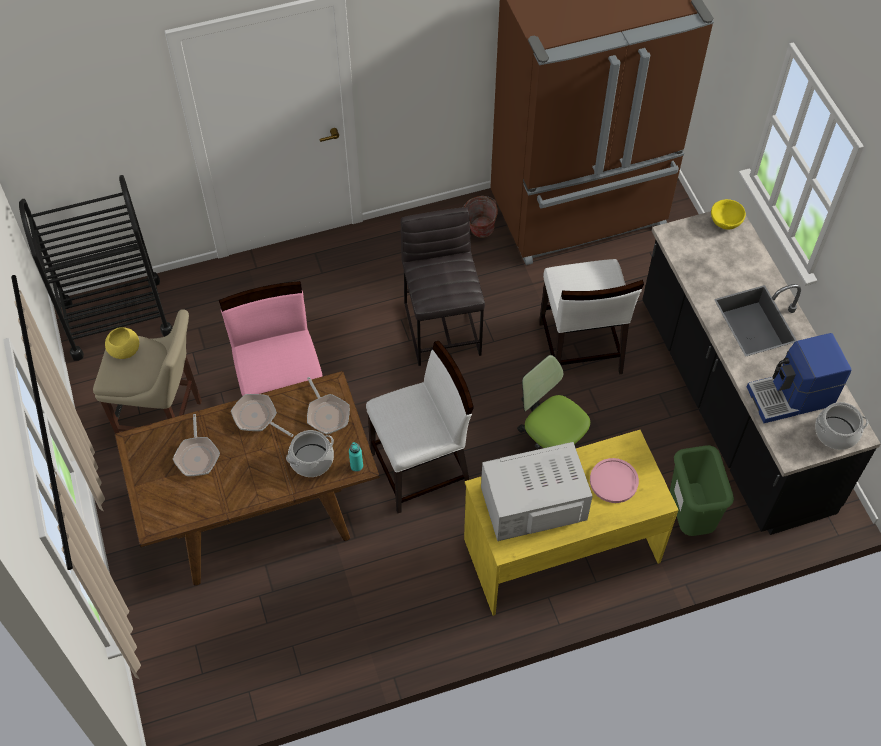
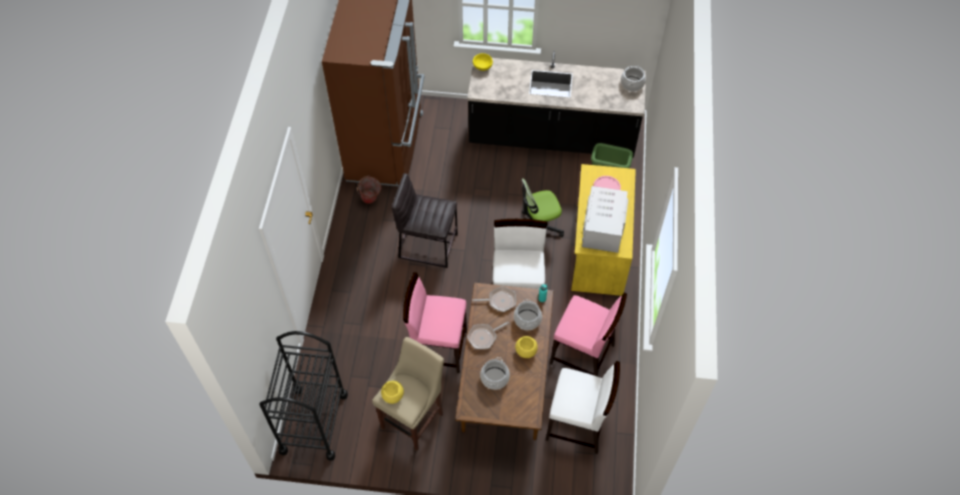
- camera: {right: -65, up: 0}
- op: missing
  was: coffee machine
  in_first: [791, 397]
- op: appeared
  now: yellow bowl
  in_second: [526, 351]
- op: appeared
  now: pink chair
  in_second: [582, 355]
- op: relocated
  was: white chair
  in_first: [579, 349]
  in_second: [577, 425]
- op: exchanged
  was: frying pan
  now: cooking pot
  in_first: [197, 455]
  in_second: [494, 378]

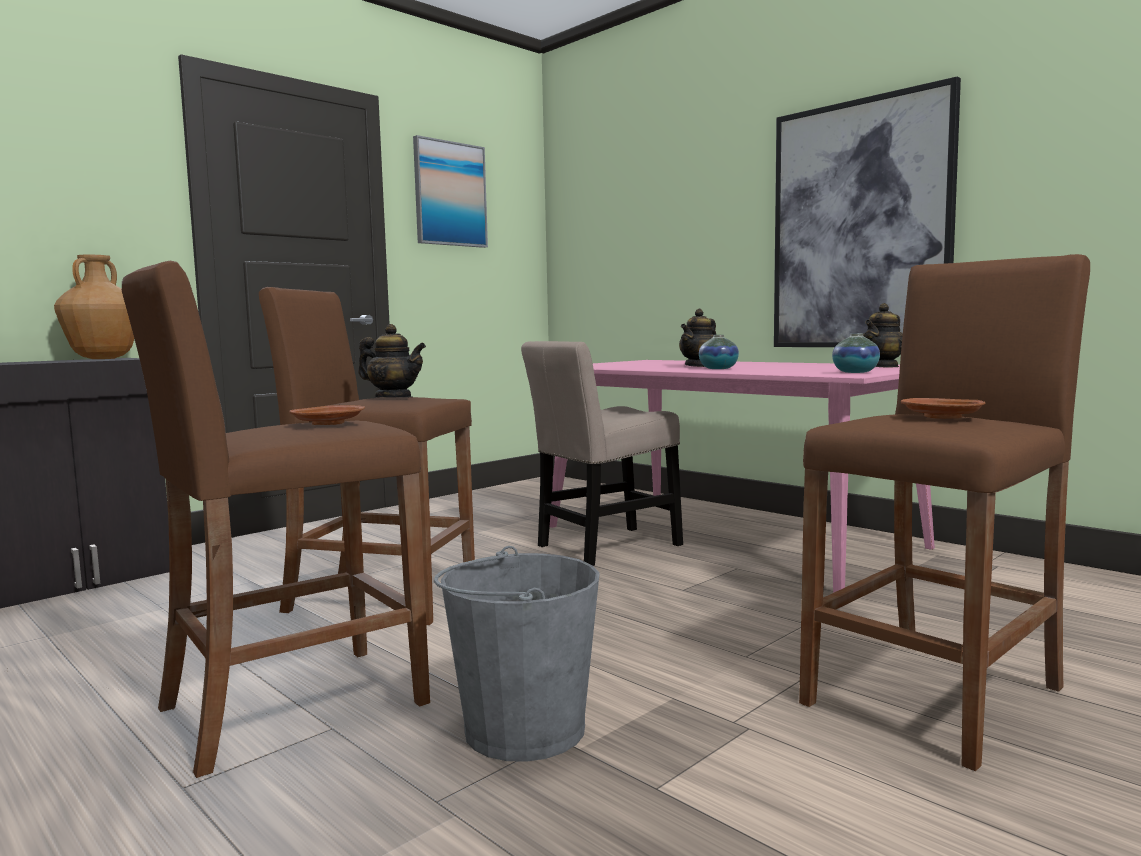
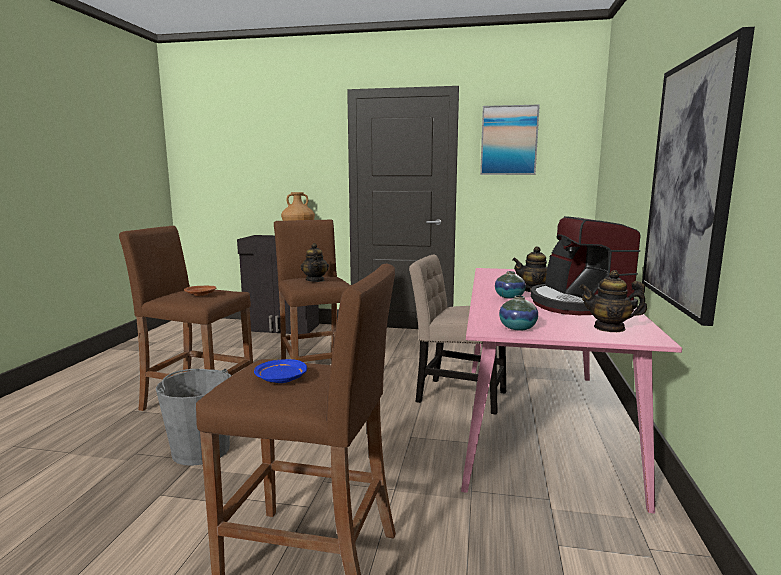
- camera: {right: 55, up: 5}
- op: appeared
  now: coffee machine
  in_second: [577, 304]
- op: colour
  was: brown plate
  now: blue plate
  in_first: [943, 418]
  in_second: [281, 379]

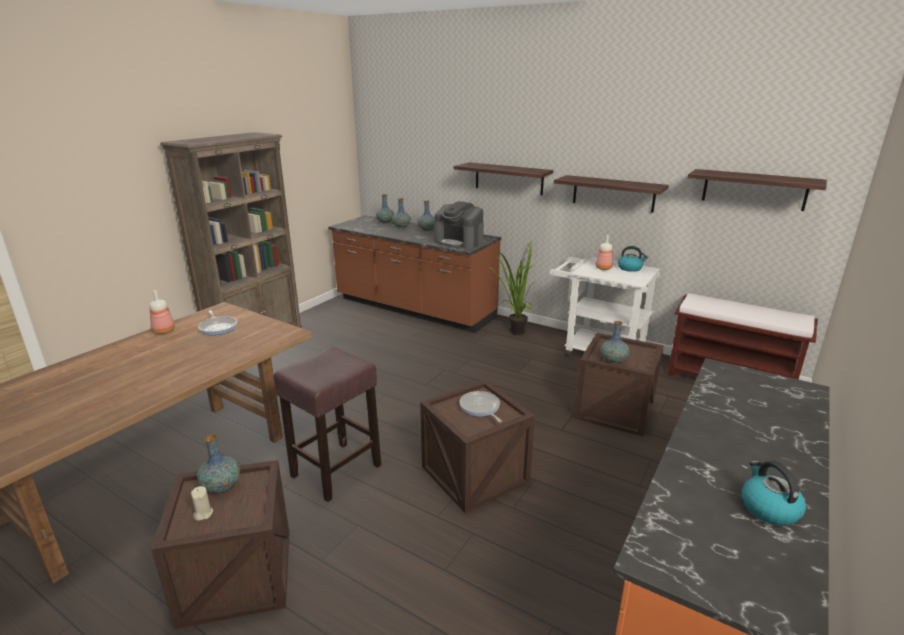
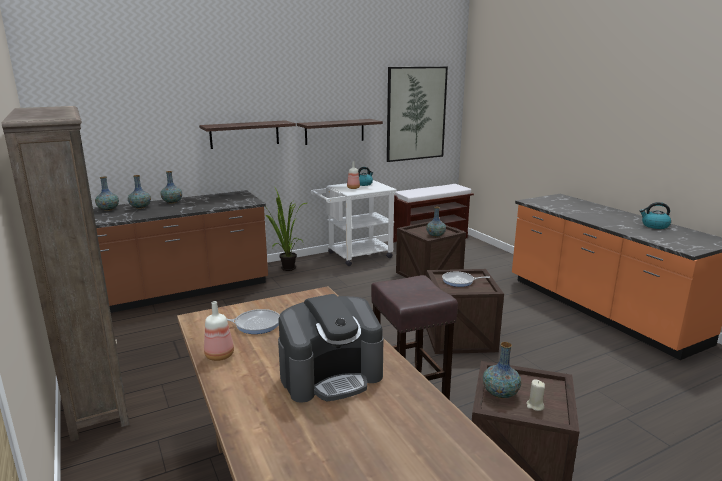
- camera: {right: -60, up: -5}
- op: relocated
  was: coffee machine
  in_first: [459, 242]
  in_second: [331, 376]
- op: exchanged
  was: shelf
  now: picture
  in_first: [754, 189]
  in_second: [416, 114]

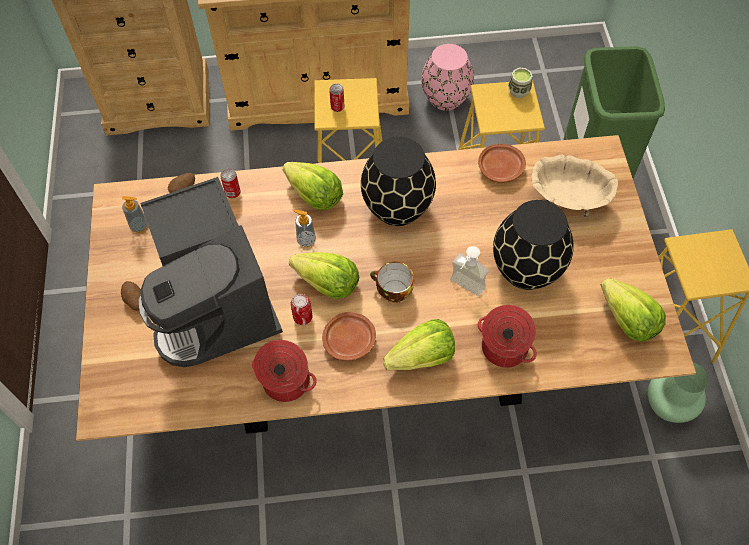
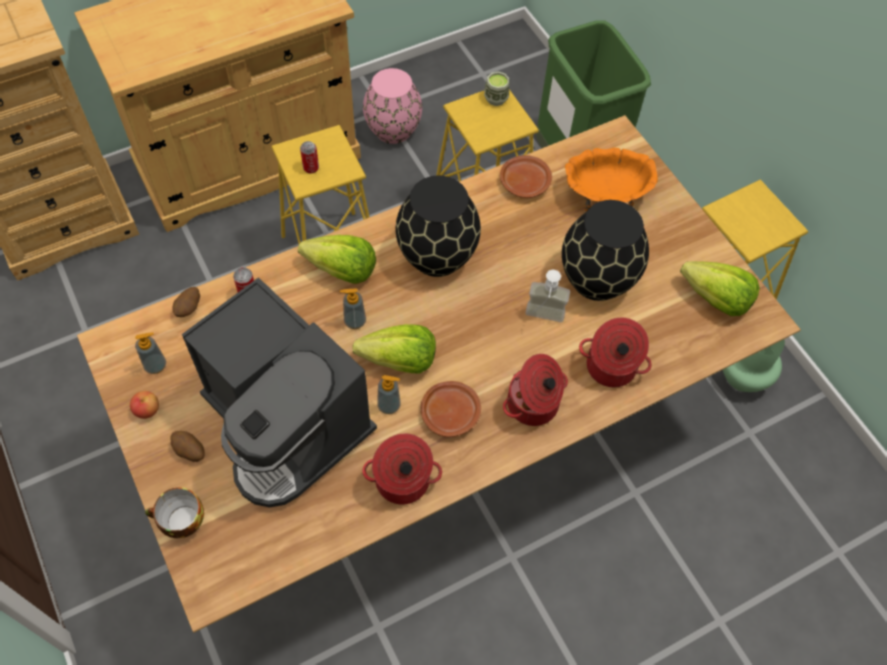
- camera: {right: -25, up: 0}
- op: appeared
  now: apple
  in_second: [147, 410]
- op: relocated
  was: cup
  in_first: [392, 291]
  in_second: [181, 523]
- op: exchanged
  was: can
  now: soap dispenser
  in_first: [302, 317]
  in_second: [389, 405]
- op: exchanged
  was: lettuce
  now: cooking pot
  in_first: [422, 357]
  in_second: [533, 405]
- op: colour
  was: beige bowl
  now: orange bowl
  in_first: [568, 198]
  in_second: [606, 194]

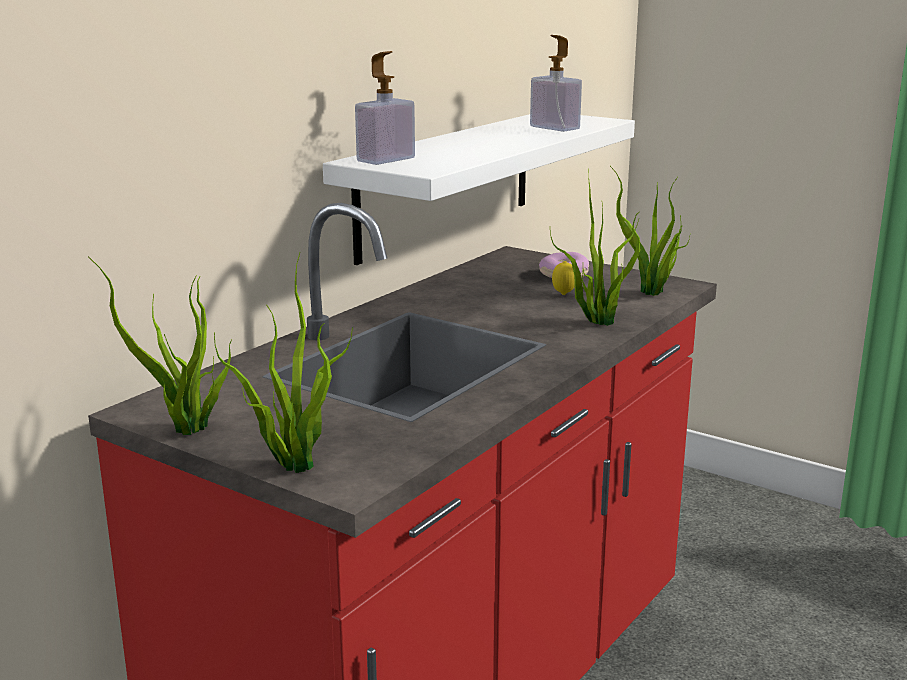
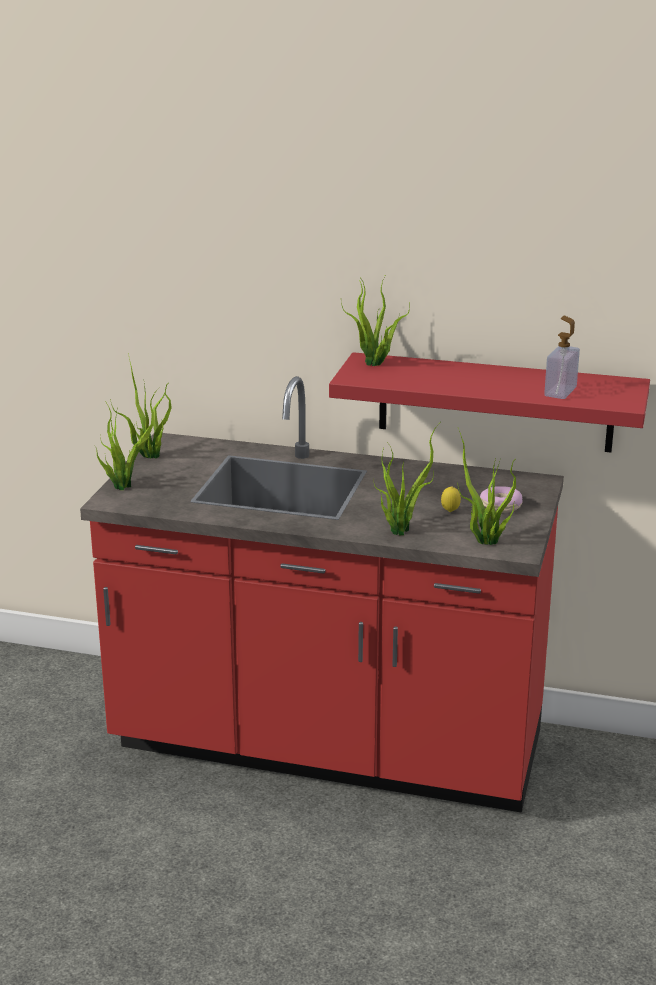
- camera: {right: 70, up: 5}
- op: exchanged
  was: soap dispenser
  now: potted plant
  in_first: [386, 160]
  in_second: [374, 364]
- op: colour
  was: white shelf
  now: red shelf
  in_first: [446, 183]
  in_second: [495, 402]

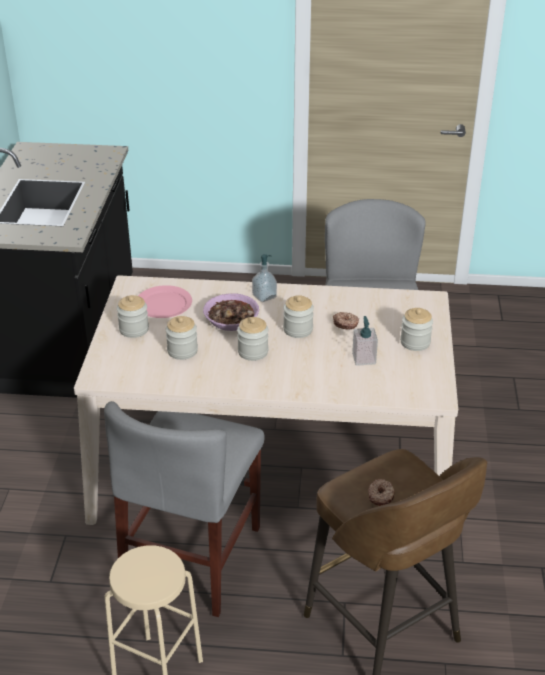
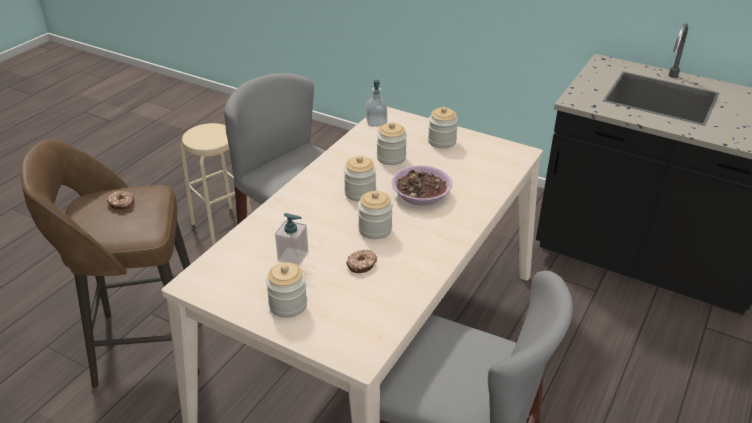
- camera: {right: 115, up: 0}
- op: missing
  was: pink plate
  in_first: [163, 304]
- op: relocated
  was: soap dispenser
  in_first: [264, 296]
  in_second: [376, 122]

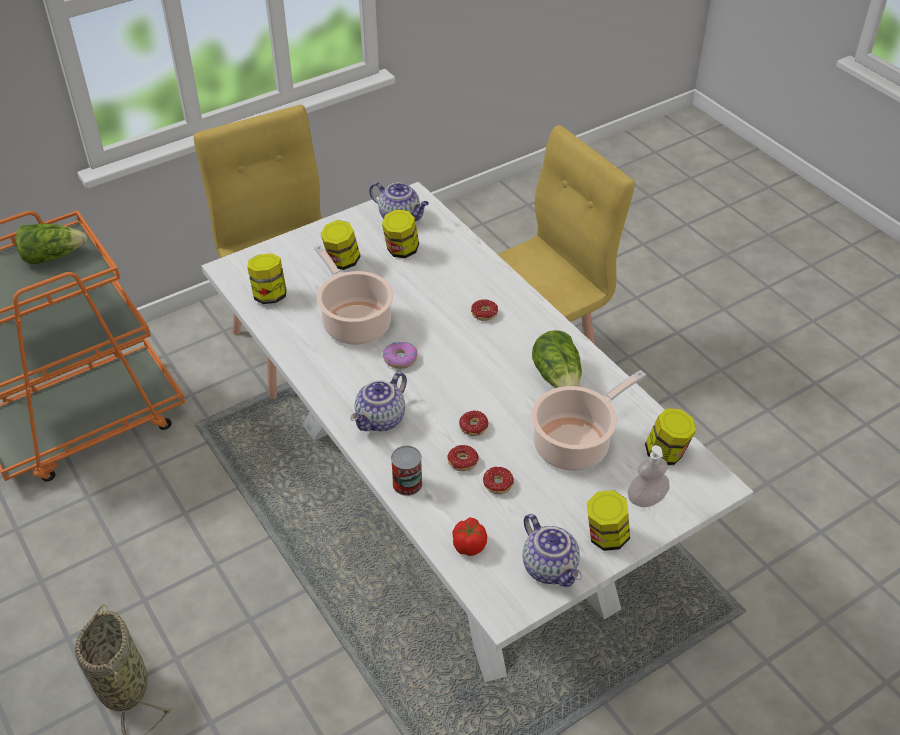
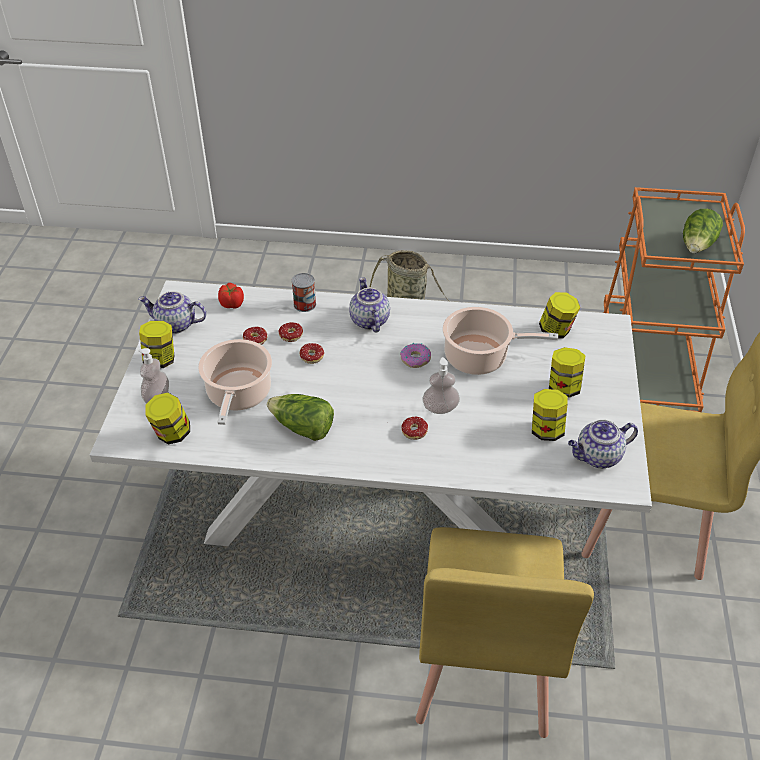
- camera: {right: 130, up: 0}
- op: appeared
  now: soap dispenser
  in_second: [440, 408]

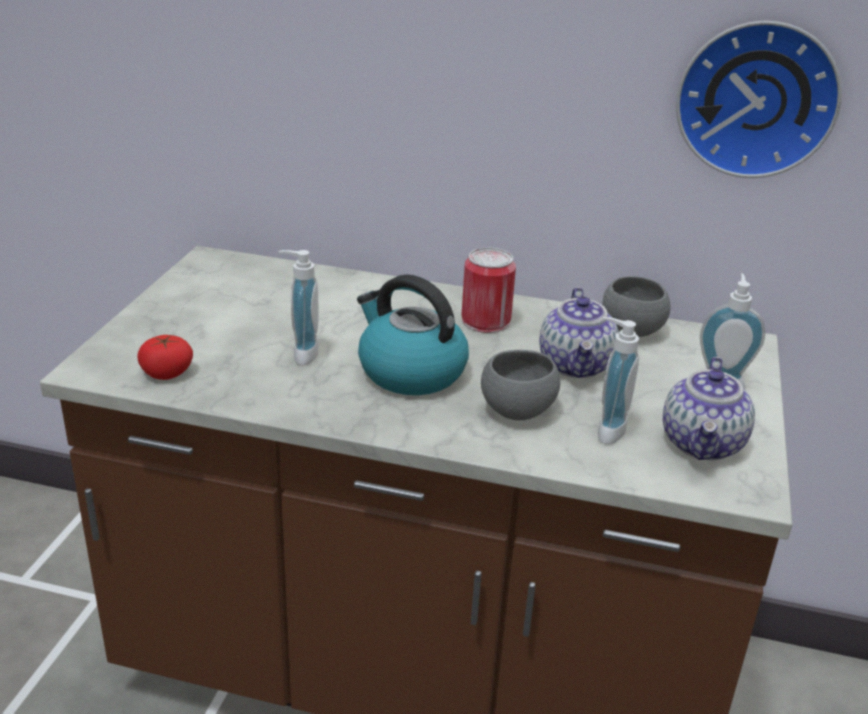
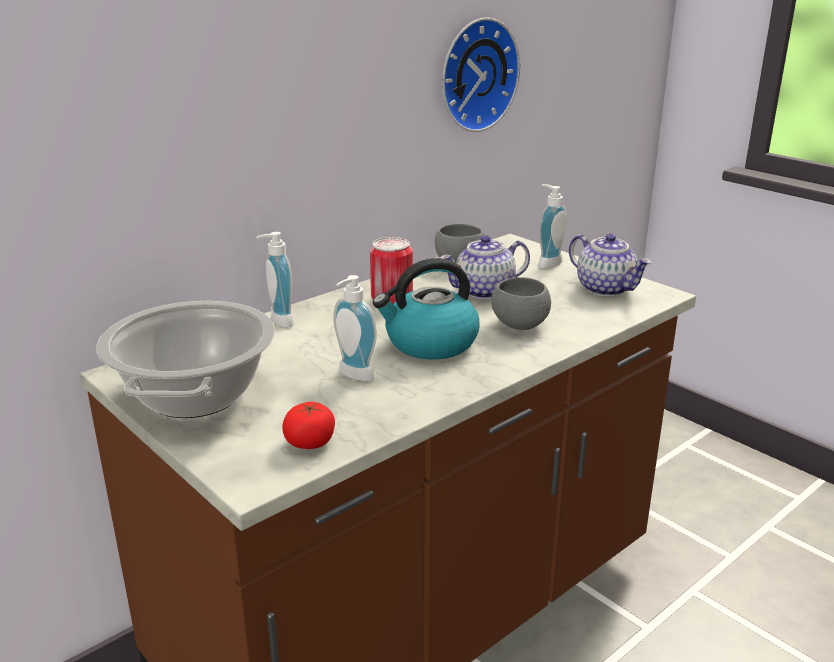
- camera: {right: -55, up: -5}
- op: appeared
  now: cooking pot
  in_second: [194, 395]
- op: relocated
  was: soap dispenser
  in_first: [605, 429]
  in_second: [278, 321]
- op: spun
  was: teapot
  in_first: [577, 365]
  in_second: [484, 291]
  clockwise: 120

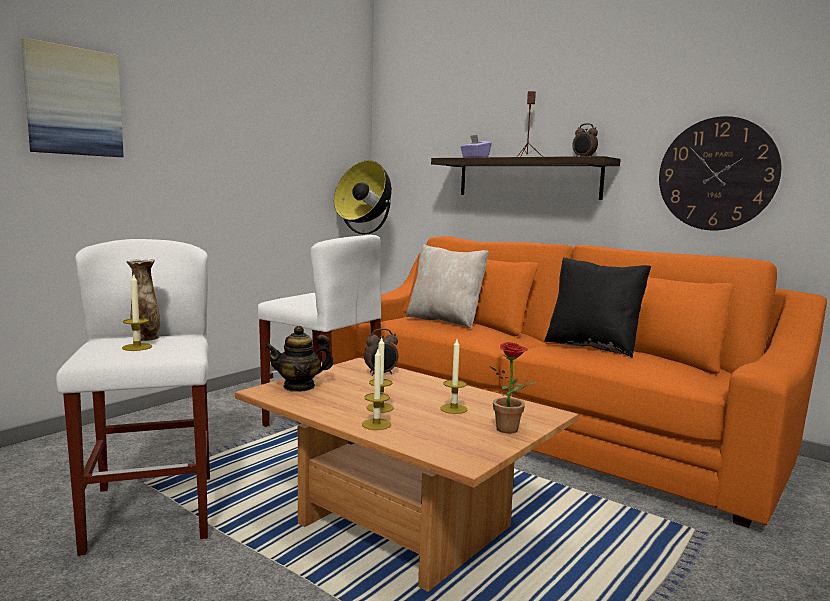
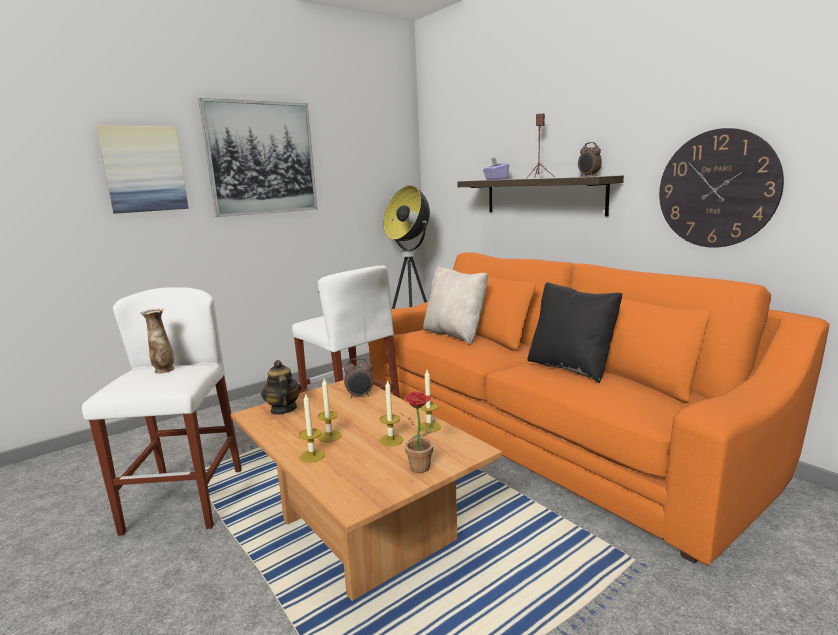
- camera: {right: 15, up: 5}
- op: appeared
  now: picture
  in_second: [261, 158]
- op: relocated
  was: candle
  in_first: [137, 347]
  in_second: [429, 427]
- op: spun
  was: teapot
  in_first: [299, 386]
  in_second: [283, 409]
  clockwise: 75

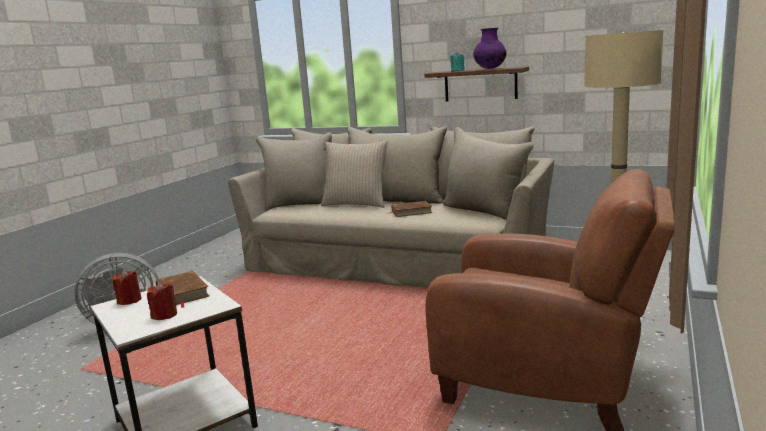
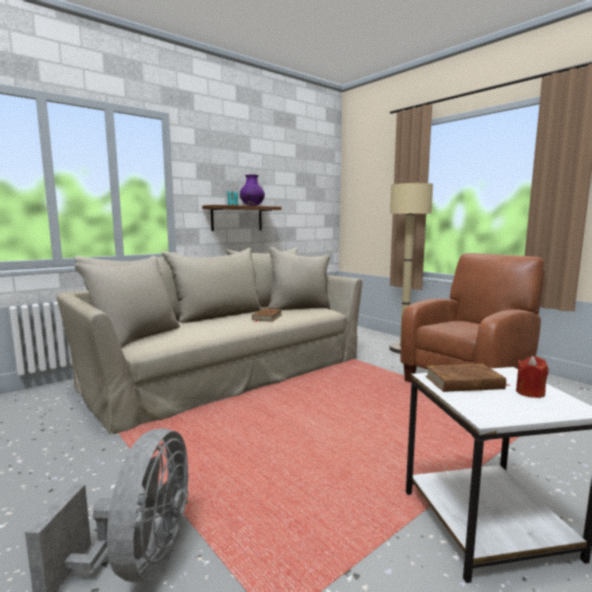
- camera: {right: -65, up: -5}
- op: missing
  was: red candle
  in_first: [129, 301]
- op: missing
  was: beige pillow
  in_first: [356, 204]

